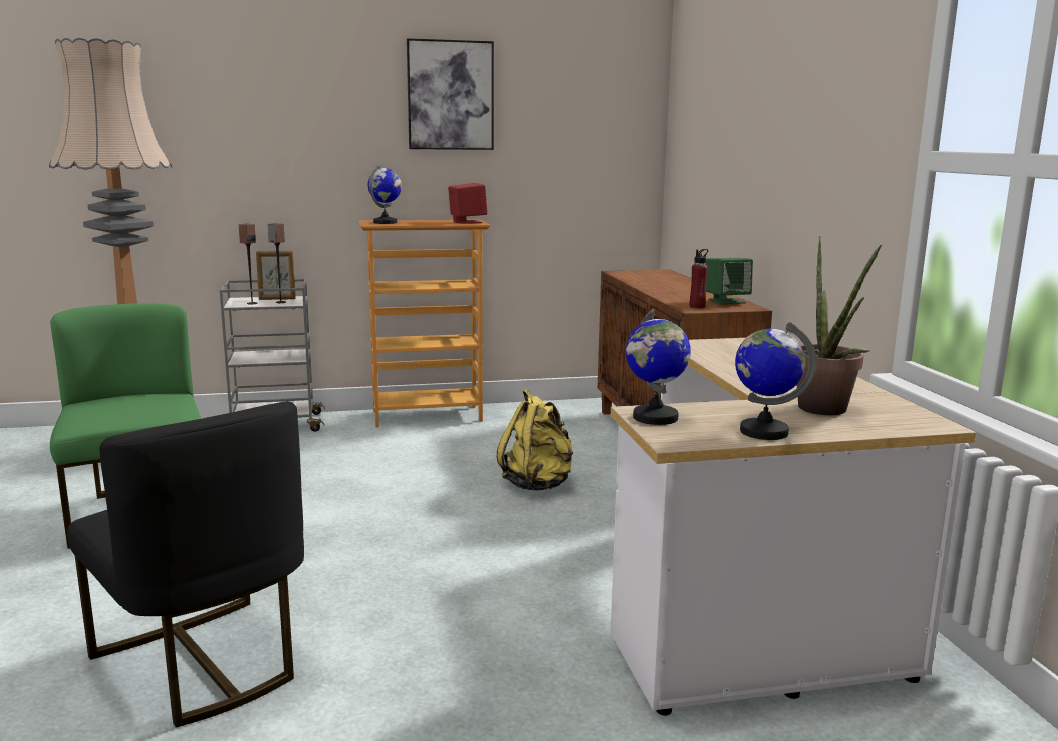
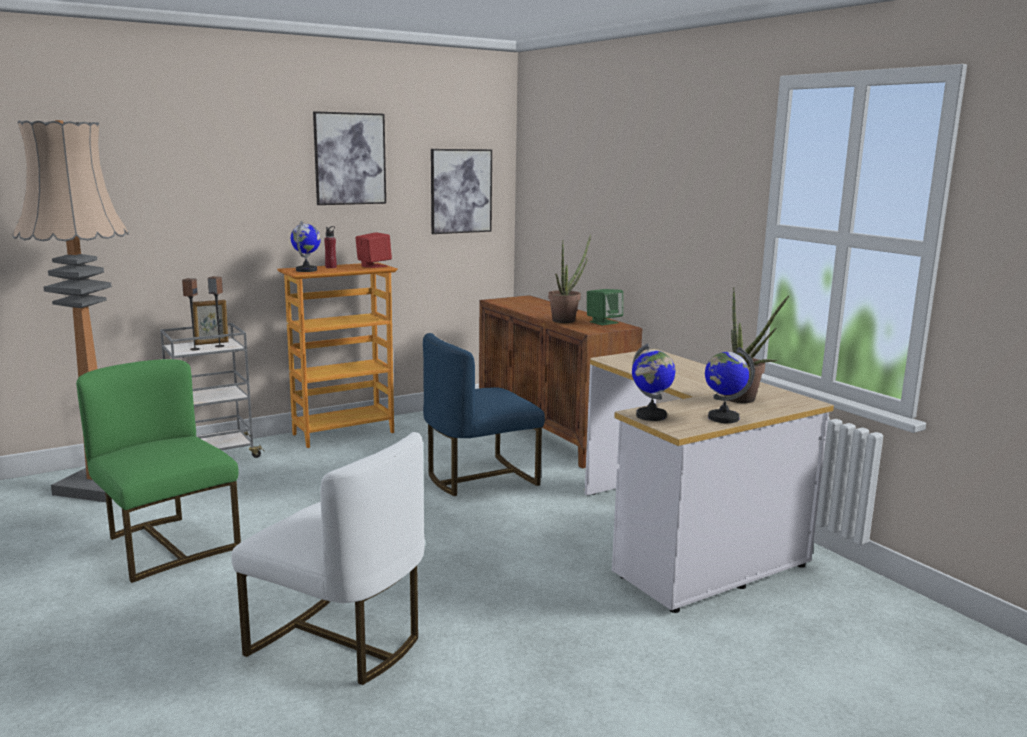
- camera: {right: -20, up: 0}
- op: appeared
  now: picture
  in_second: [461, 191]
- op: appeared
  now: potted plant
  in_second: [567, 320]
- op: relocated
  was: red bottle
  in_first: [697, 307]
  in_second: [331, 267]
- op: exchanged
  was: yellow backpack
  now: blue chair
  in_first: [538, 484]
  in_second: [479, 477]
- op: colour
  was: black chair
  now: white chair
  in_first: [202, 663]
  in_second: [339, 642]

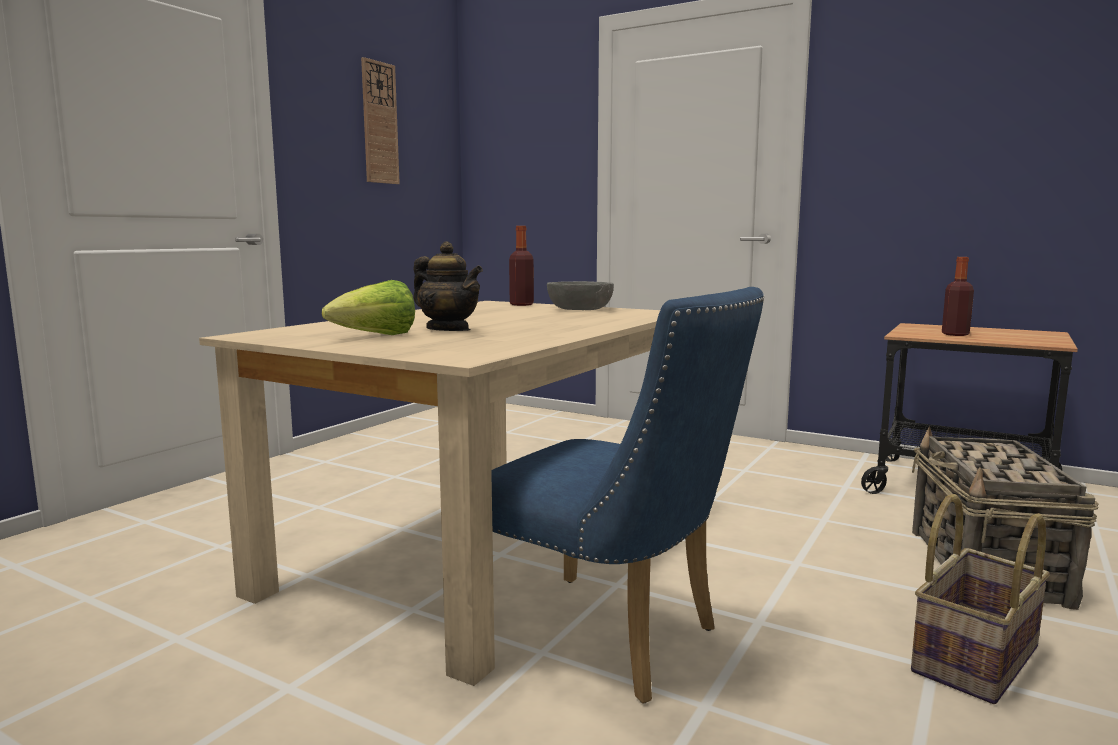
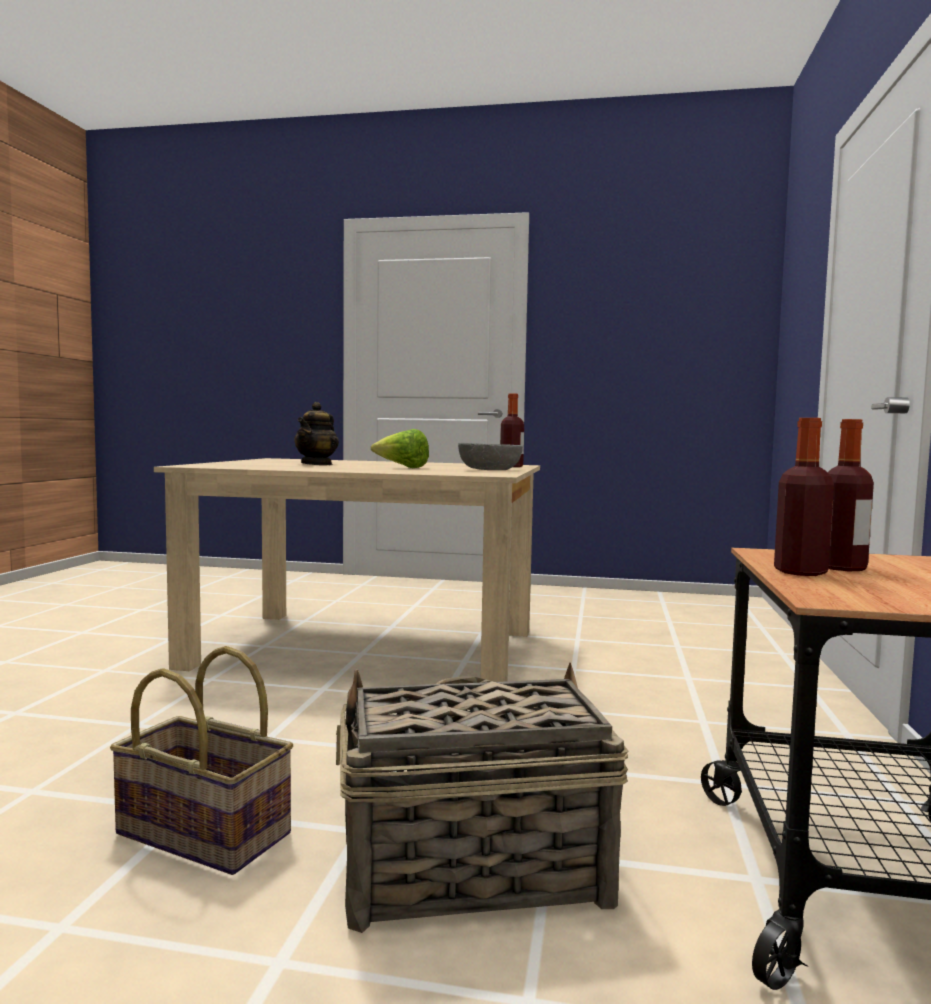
- camera: {right: 70, up: -5}
- op: missing
  was: wall clock
  in_first: [379, 123]
- op: missing
  was: blue chair
  in_first: [613, 642]
- op: appeared
  now: bottle
  in_second: [800, 572]
- op: relocated
  was: lettuce
  in_first: [376, 336]
  in_second: [401, 467]

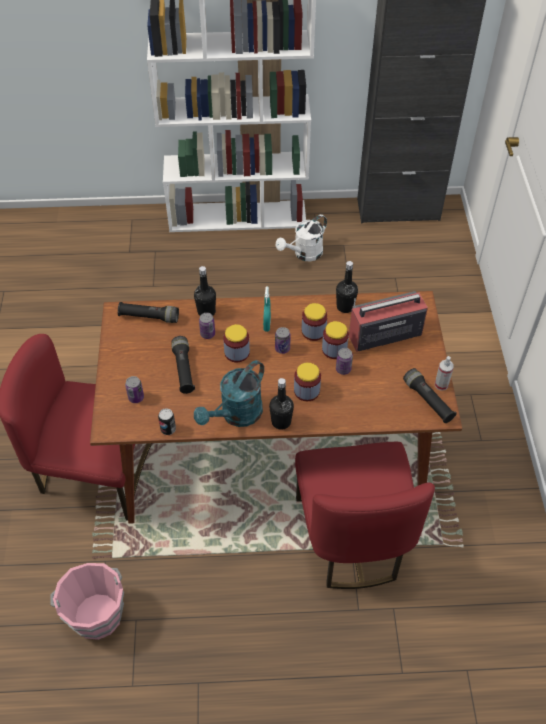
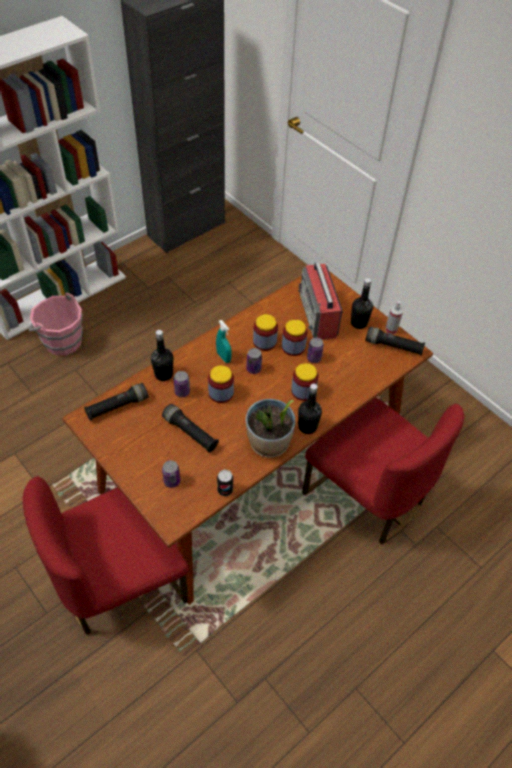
- camera: {right: -40, up: 0}
- op: missing
  was: white watering can
  in_first: [304, 254]
- op: relocated
  was: pink bucket
  in_first: [96, 614]
  in_second: [62, 341]
- op: relocated
  was: black bottle
  in_first: [345, 307]
  in_second: [358, 323]
- op: exchanged
  was: turquoise watering can
  now: potted plant
  in_first: [236, 415]
  in_second: [269, 443]
- op: spun
  was: radio
  in_first: [383, 335]
  in_second: [318, 316]
  clockwise: -45

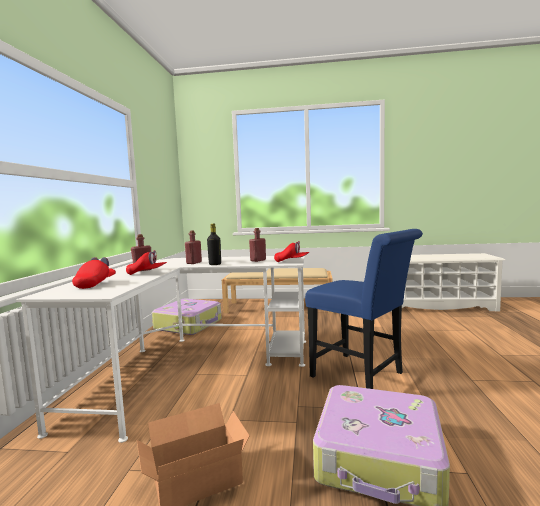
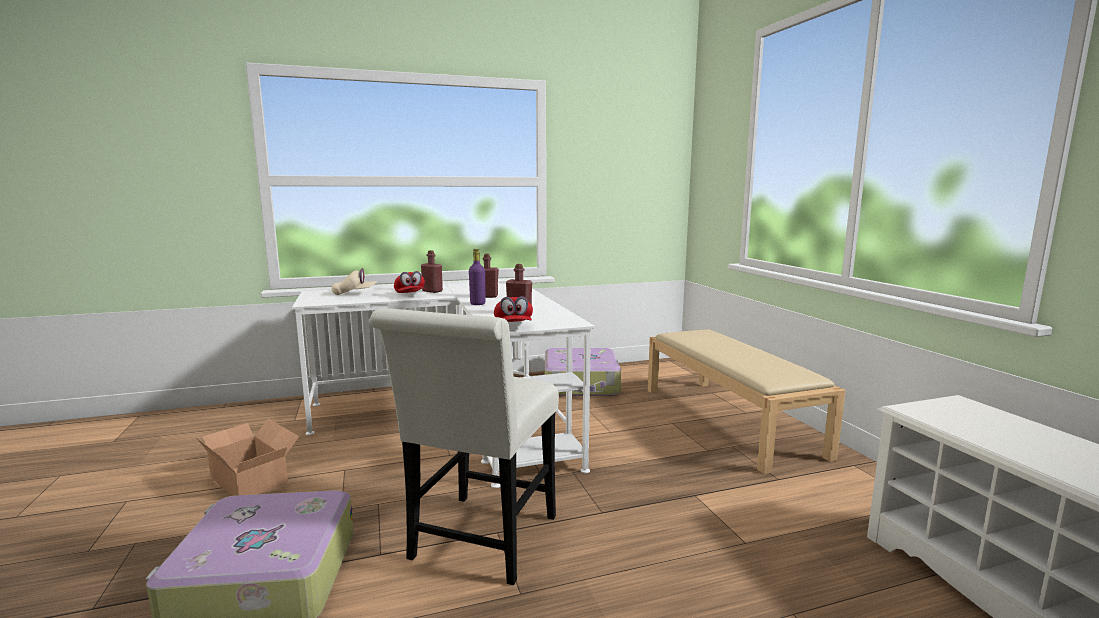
- camera: {right: 65, up: 5}
- op: colour
  was: red cap
  now: beige cap
  in_first: [95, 284]
  in_second: [355, 293]
- op: colour
  was: black bottle
  now: purple bottle
  in_first: [215, 264]
  in_second: [477, 304]
- op: colour
  was: blue chair
  now: white chair
  in_first: [362, 376]
  in_second: [479, 543]

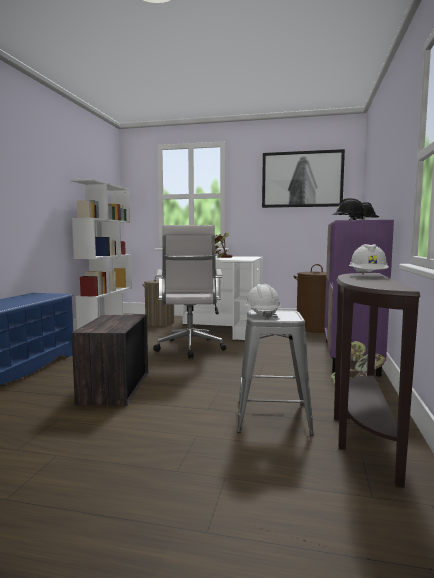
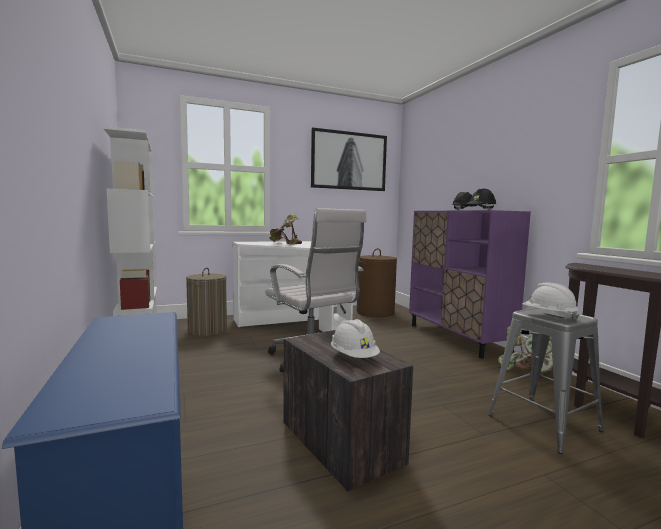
- camera: {right: -35, up: 0}
- op: relocated
  was: white hard hat
  in_first: [368, 276]
  in_second: [354, 357]

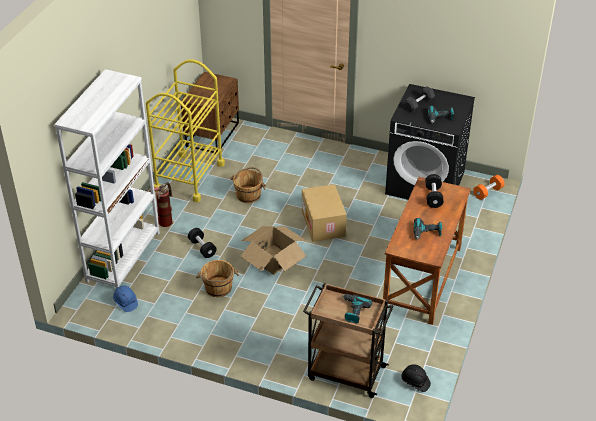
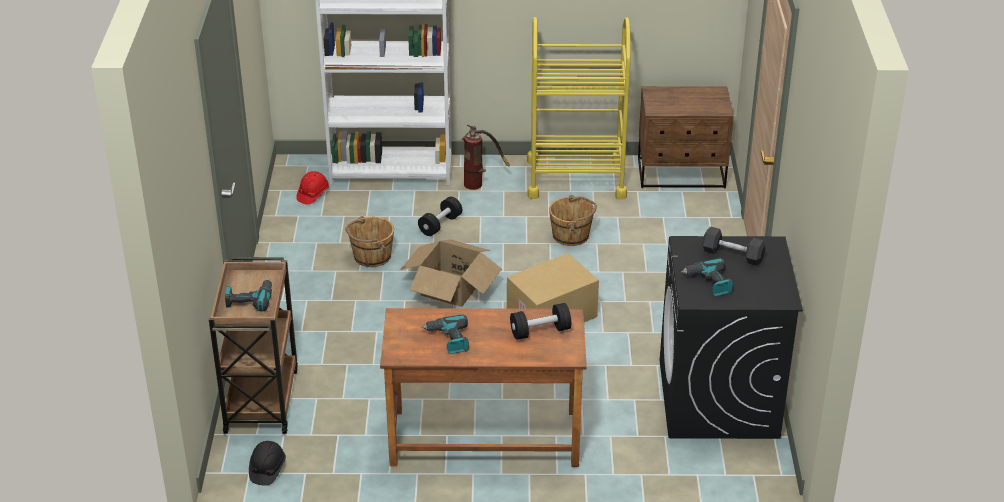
- camera: {right: 70, up: -5}
- op: missing
  was: orange dumbbell
  in_first: [488, 192]
- op: colour
  was: blue hard hat
  now: red hard hat
  in_first: [125, 302]
  in_second: [313, 194]

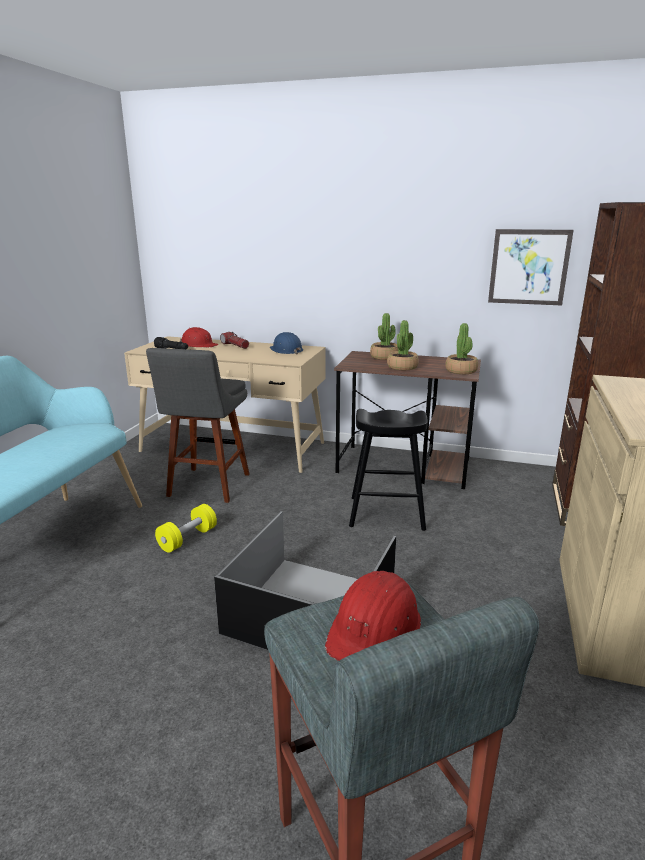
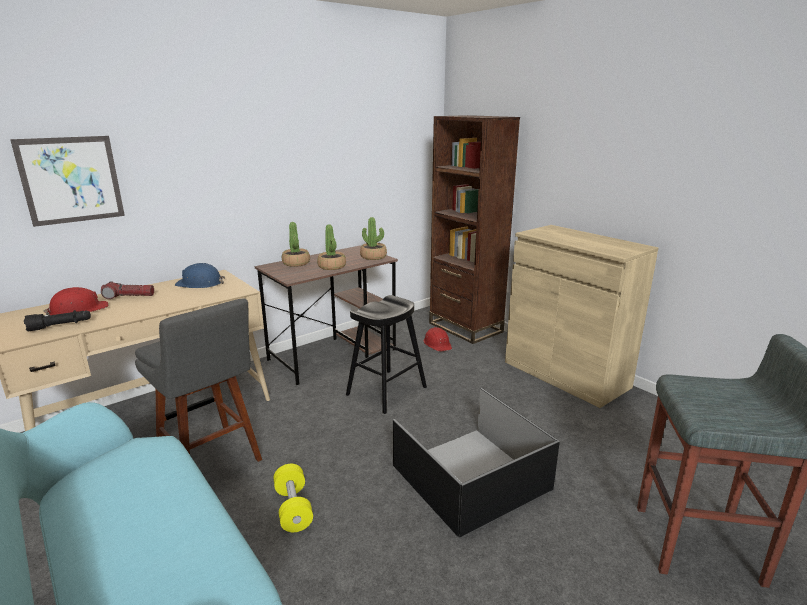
- camera: {right: -55, up: 0}
- op: relocated
  was: red hard hat
  in_first: [375, 629]
  in_second: [437, 344]
- op: relocated
  was: picture
  in_first: [529, 267]
  in_second: [71, 180]

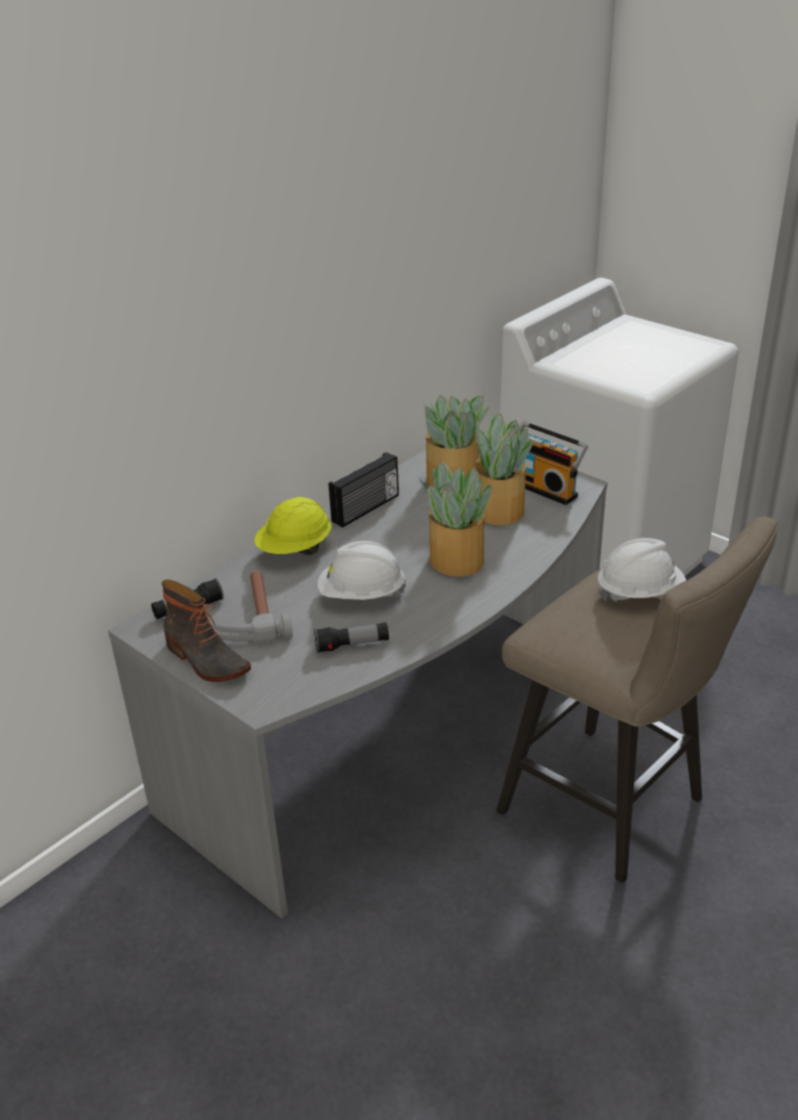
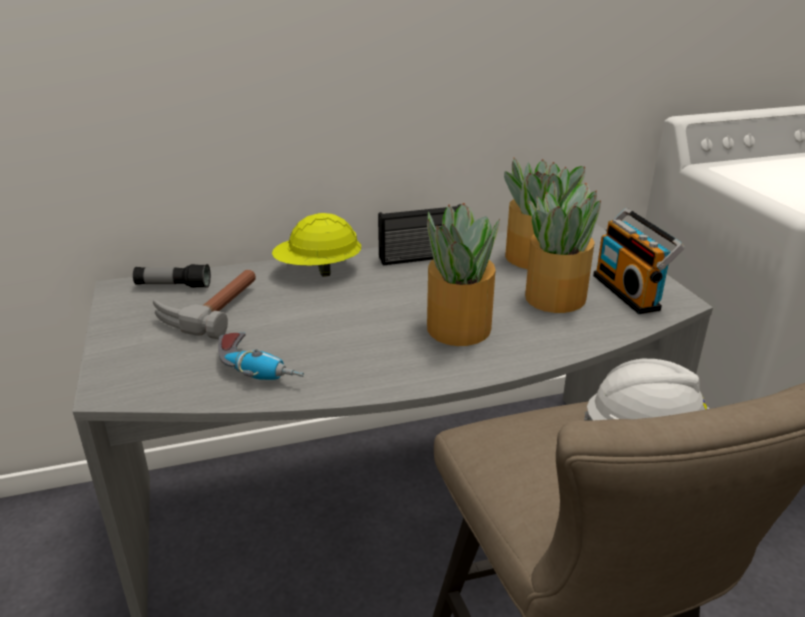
- camera: {right: 30, up: -5}
- op: missing
  was: boot
  in_first: [205, 661]
- op: missing
  was: white hard hat
  in_first: [361, 595]
- op: exchanged
  was: flashlight
  now: power drill
  in_first: [352, 645]
  in_second: [260, 368]

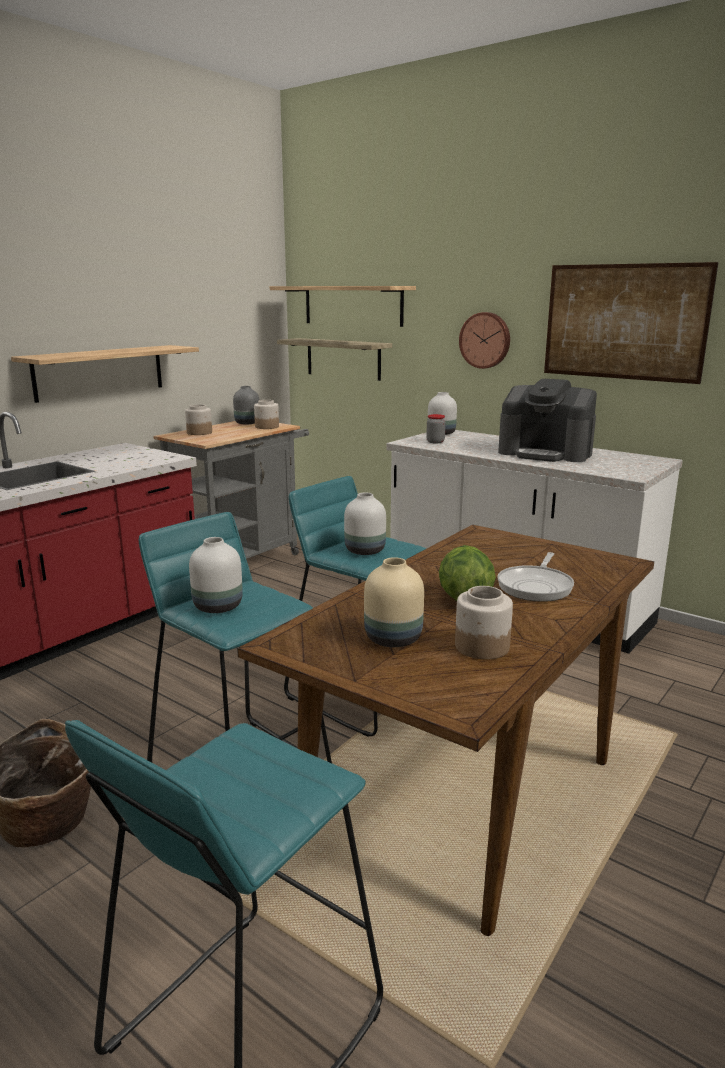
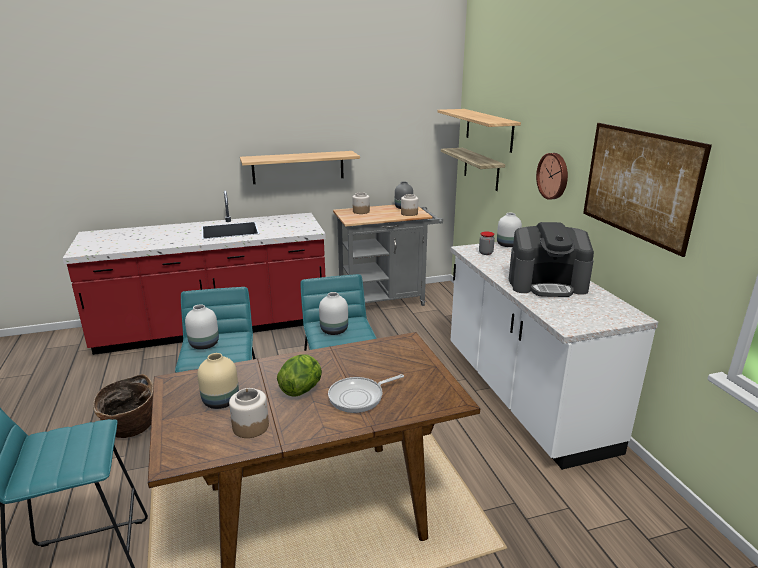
- camera: {right: 35, up: 5}
- op: spun
  was: coffee machine
  in_first: [546, 453]
  in_second: [547, 284]
  clockwise: -60

